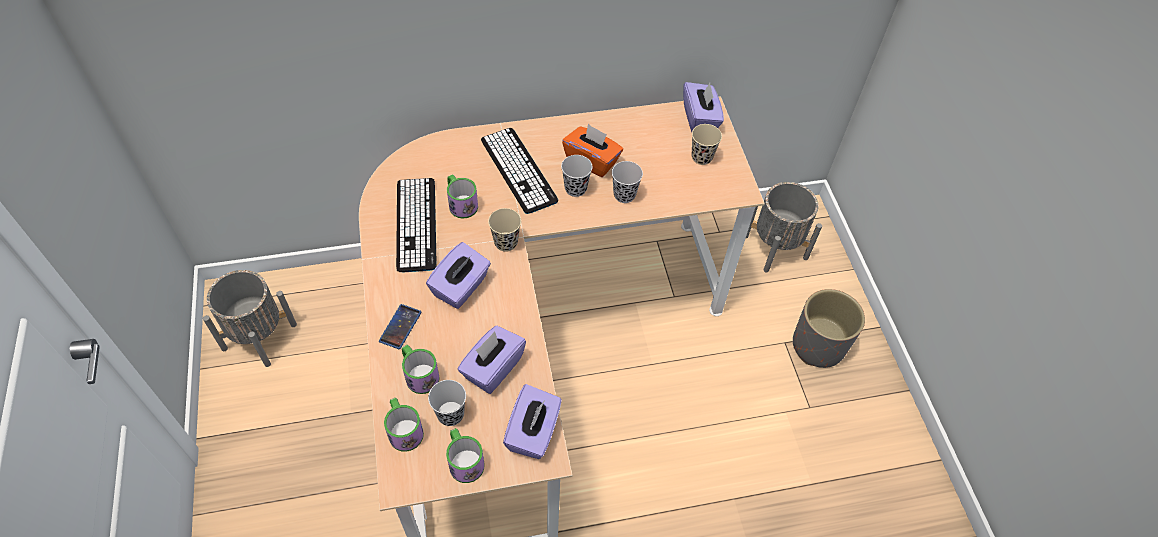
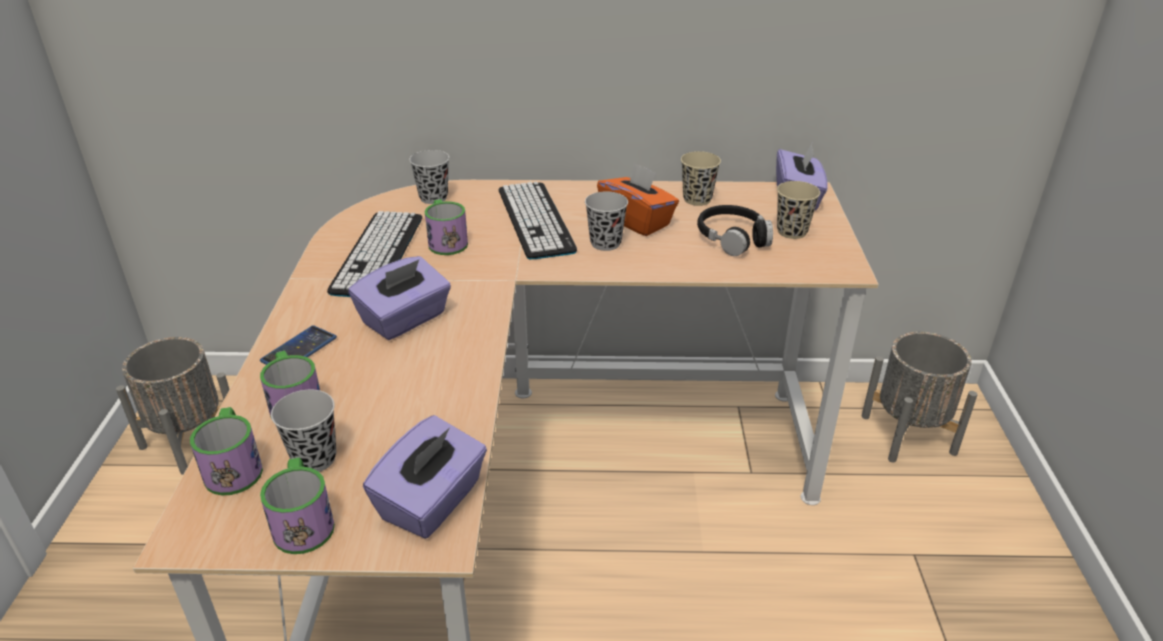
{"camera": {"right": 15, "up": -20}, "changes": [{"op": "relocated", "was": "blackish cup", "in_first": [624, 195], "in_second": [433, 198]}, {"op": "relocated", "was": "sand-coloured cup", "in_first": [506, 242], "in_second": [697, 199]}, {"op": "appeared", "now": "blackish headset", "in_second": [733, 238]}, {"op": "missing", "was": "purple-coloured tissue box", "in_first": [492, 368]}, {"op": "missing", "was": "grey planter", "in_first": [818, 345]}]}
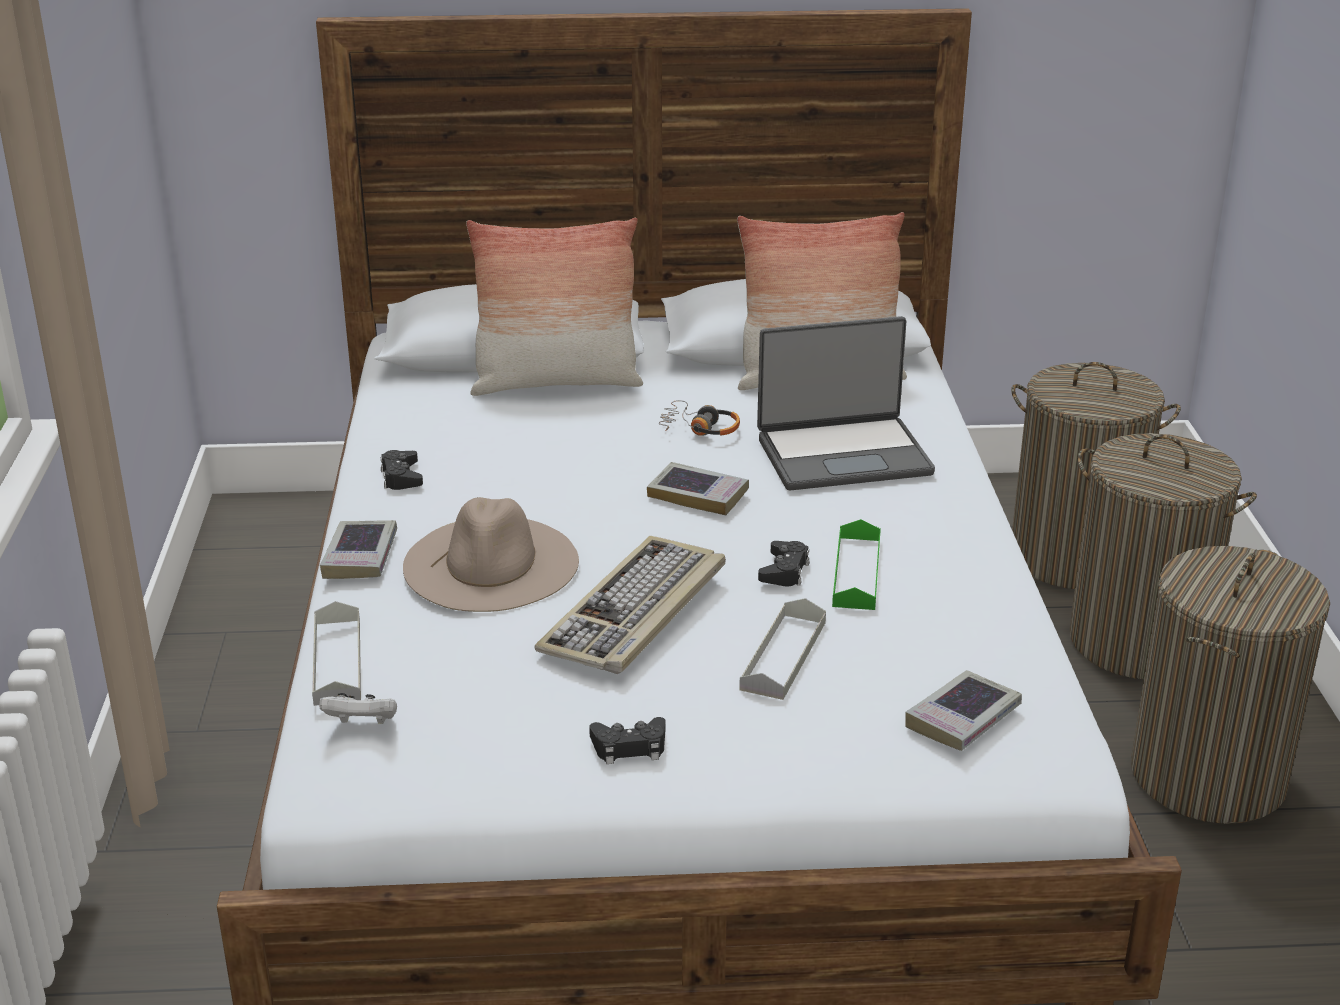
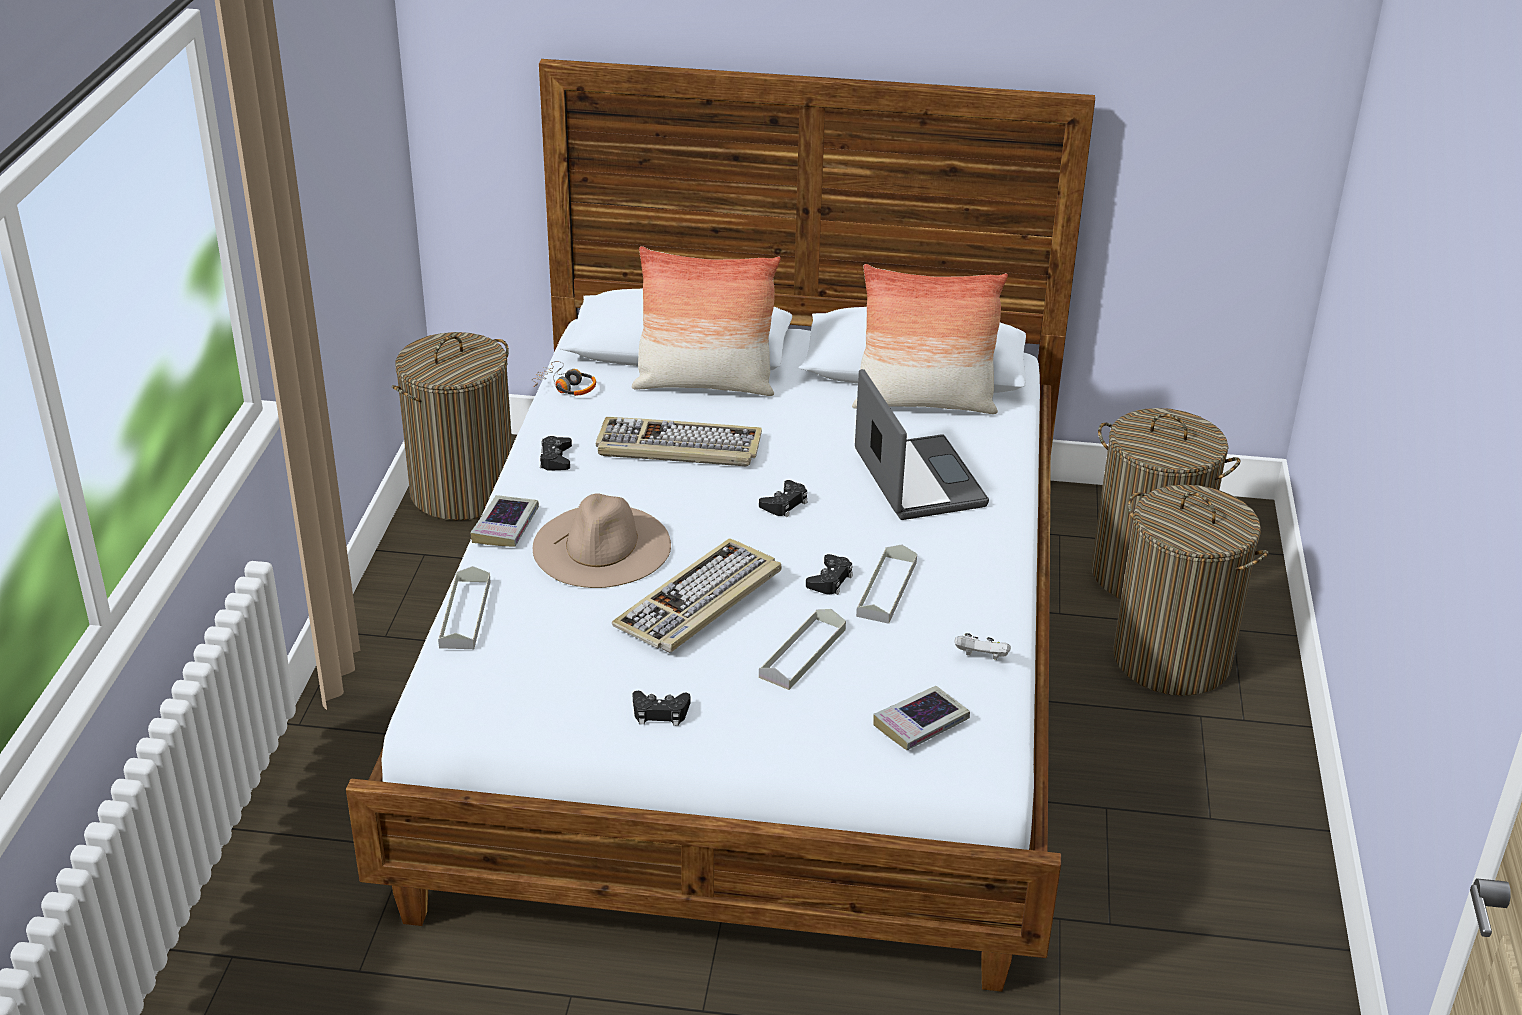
{"camera": {"right": 10, "up": 5}, "changes": [{"op": "relocated", "was": "washing basket", "in_first": [1208, 776], "in_second": [463, 491]}, {"op": "relocated", "was": "headset", "in_first": [699, 428], "in_second": [565, 387]}, {"op": "appeared", "now": "PC keyboard", "in_second": [677, 447]}, {"op": "exchanged", "was": "book", "now": "blackish gamepad", "in_first": [698, 495], "in_second": [784, 504]}, {"op": "spun", "was": "portable computer", "in_first": [843, 455], "in_second": [916, 480], "clockwise": -105}, {"op": "colour", "was": "green carrying tray", "now": "grey carrying tray", "in_first": [856, 572], "in_second": [887, 589]}, {"op": "relocated", "was": "white gamepad", "in_first": [362, 724], "in_second": [981, 658]}]}
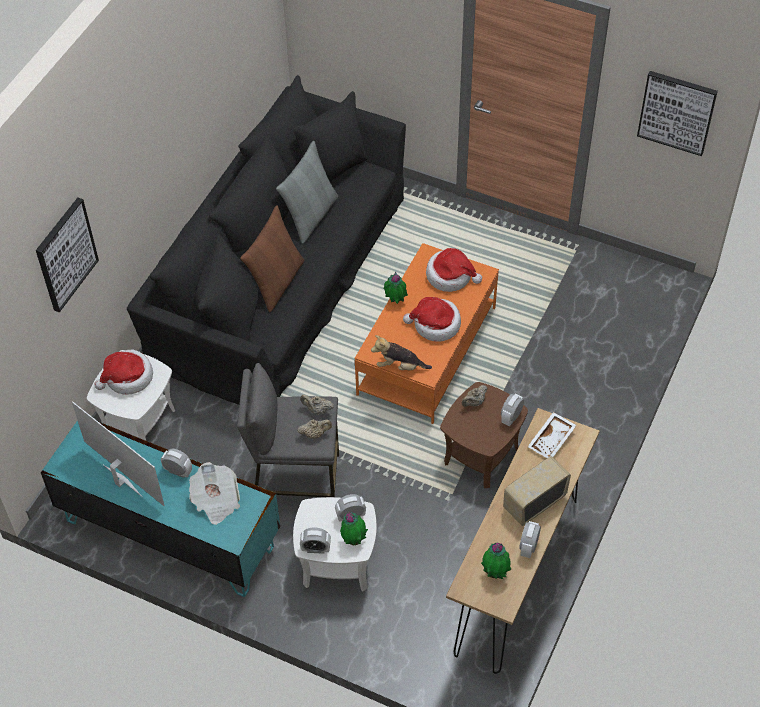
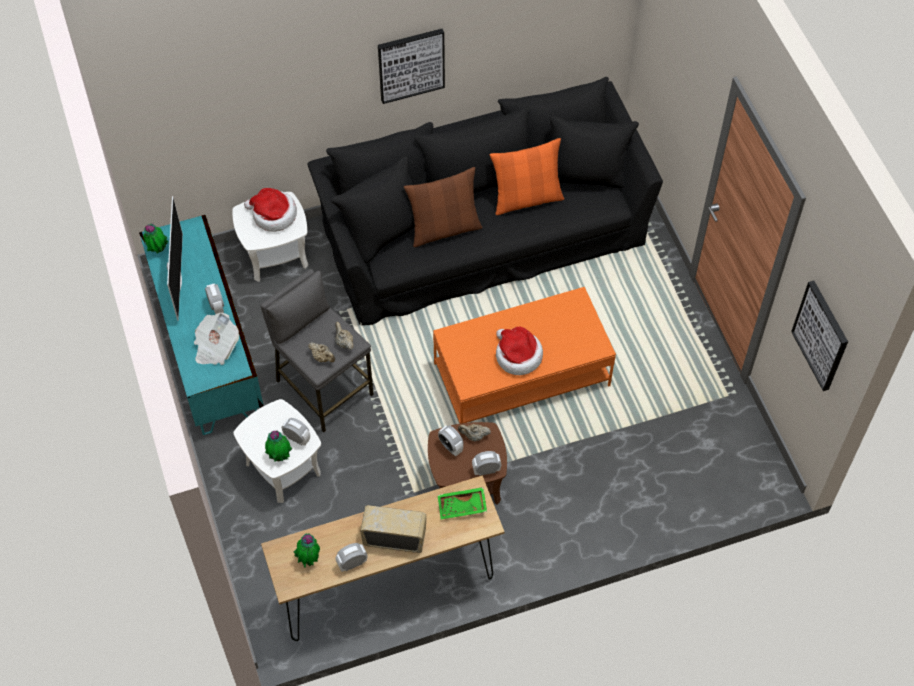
{"camera": {"right": 45, "up": 5}, "changes": [{"op": "relocated", "was": "houseplant", "in_first": [395, 301], "in_second": [157, 249]}, {"op": "relocated", "was": "wall picture", "in_first": [65, 254], "in_second": [411, 64]}, {"op": "relocated", "was": "table clock", "in_first": [316, 549], "in_second": [450, 447]}, {"op": "colour", "was": "white carrying tray", "now": "green carrying tray", "in_first": [552, 440], "in_second": [462, 507]}, {"op": "colour", "was": "grey throw pillow", "now": "orange-coloured throw pillow", "in_first": [311, 216], "in_second": [526, 199]}, {"op": "missing", "was": "plush toy", "in_first": [400, 366]}, {"op": "missing", "was": "wearable hat", "in_first": [450, 276]}]}
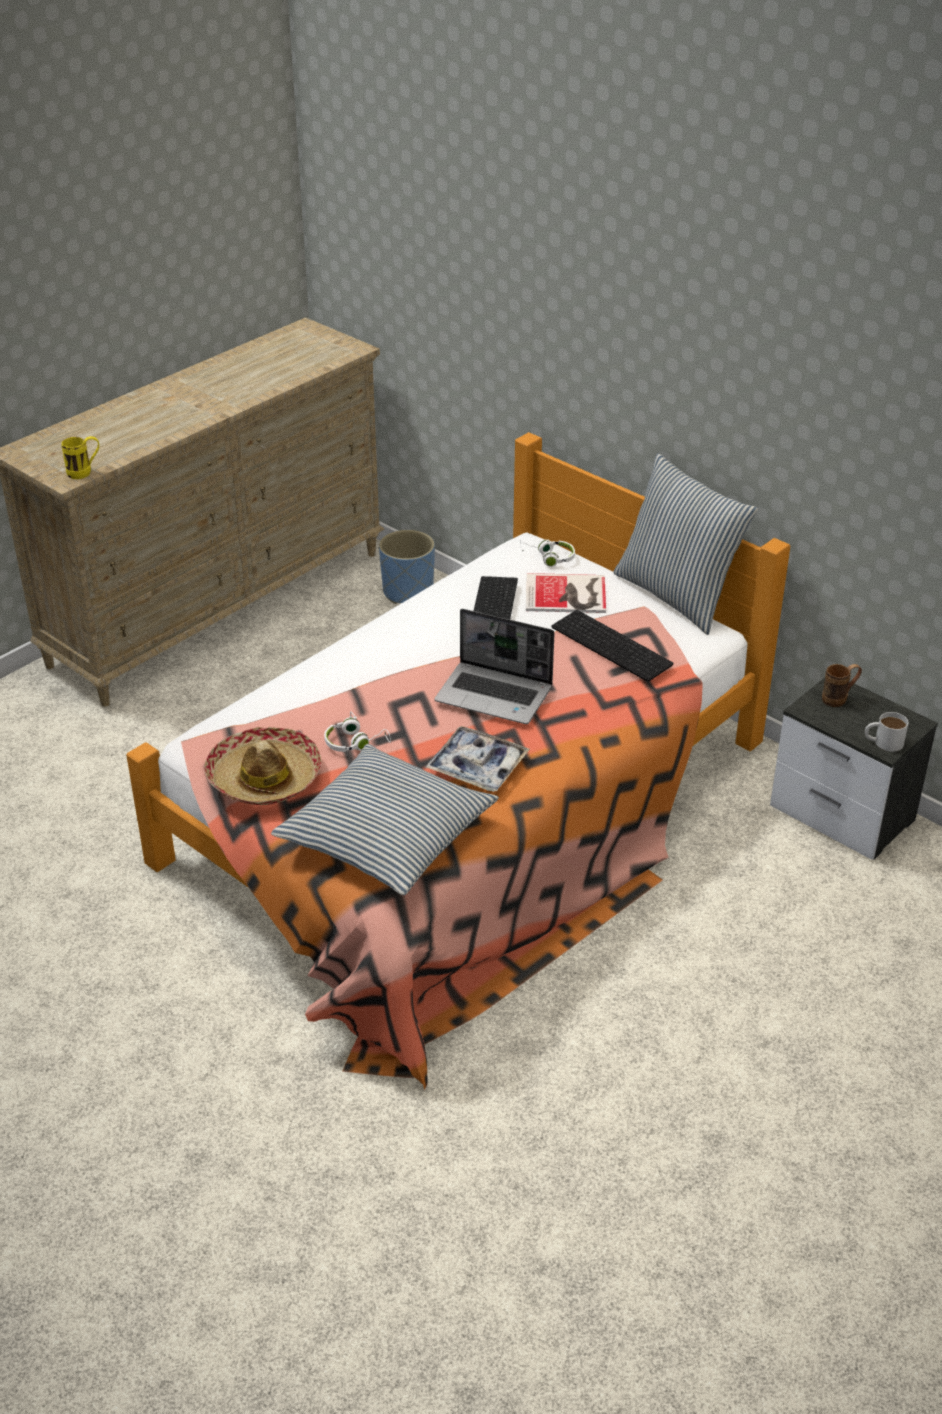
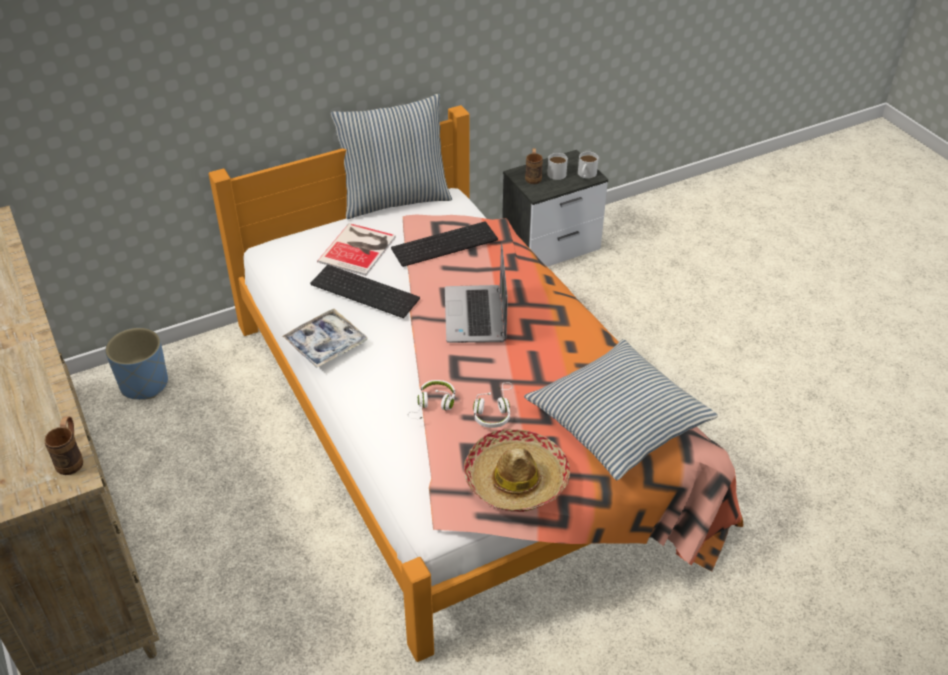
{"camera": {"right": -70, "up": 5}, "changes": [{"op": "colour", "was": "yellowish coffee mug", "now": "brown coffee mug", "in_first": [85, 472], "in_second": [72, 459]}, {"op": "relocated", "was": "carrying tray", "in_first": [477, 767], "in_second": [326, 344]}, {"op": "relocated", "was": "white headset", "in_first": [548, 558], "in_second": [433, 405]}, {"op": "spun", "was": "portable computer", "in_first": [495, 695], "in_second": [476, 316], "clockwise": 135}, {"op": "appeared", "now": "white coffee mug", "in_second": [558, 172]}]}
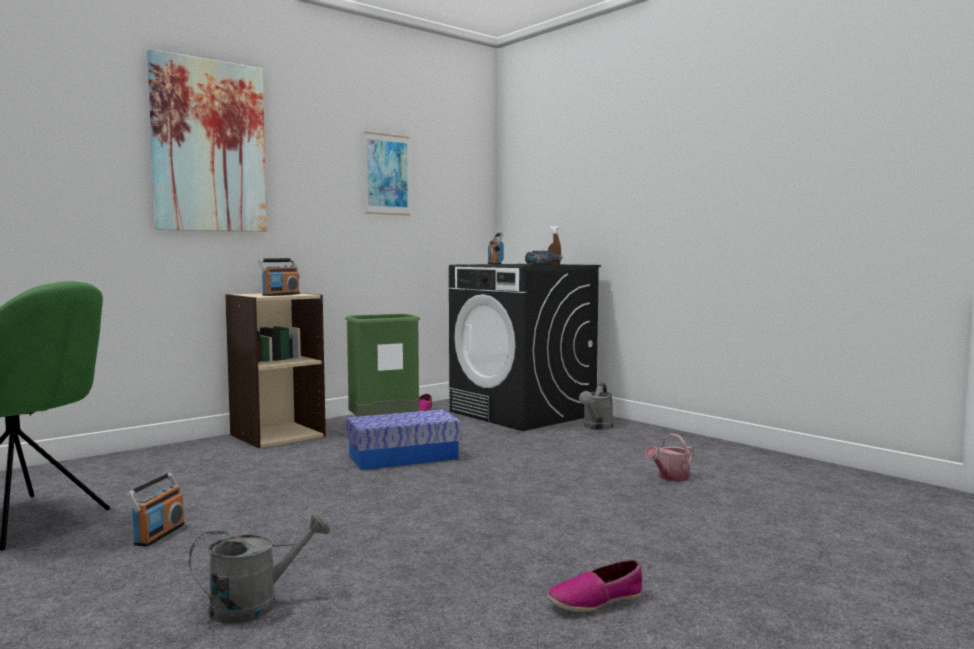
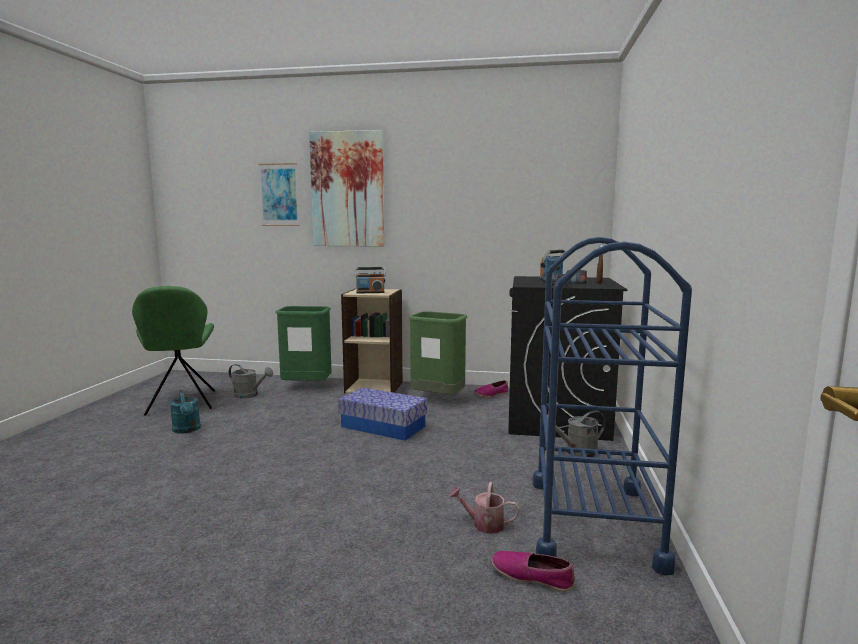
{"camera": {"right": 50, "up": 5}, "changes": [{"op": "exchanged", "was": "radio", "now": "turquoise-coloured watering pot", "in_first": [159, 534], "in_second": [187, 430]}, {"op": "relocated", "was": "grey watering pot", "in_first": [256, 604], "in_second": [250, 395]}, {"op": "relocated", "was": "wall picture", "in_first": [387, 174], "in_second": [279, 195]}, {"op": "appeared", "now": "green rubbish bin", "in_second": [306, 387]}, {"op": "relocated", "was": "low shoe", "in_first": [595, 600], "in_second": [532, 576]}, {"op": "appeared", "now": "blue cart", "in_second": [593, 522]}]}
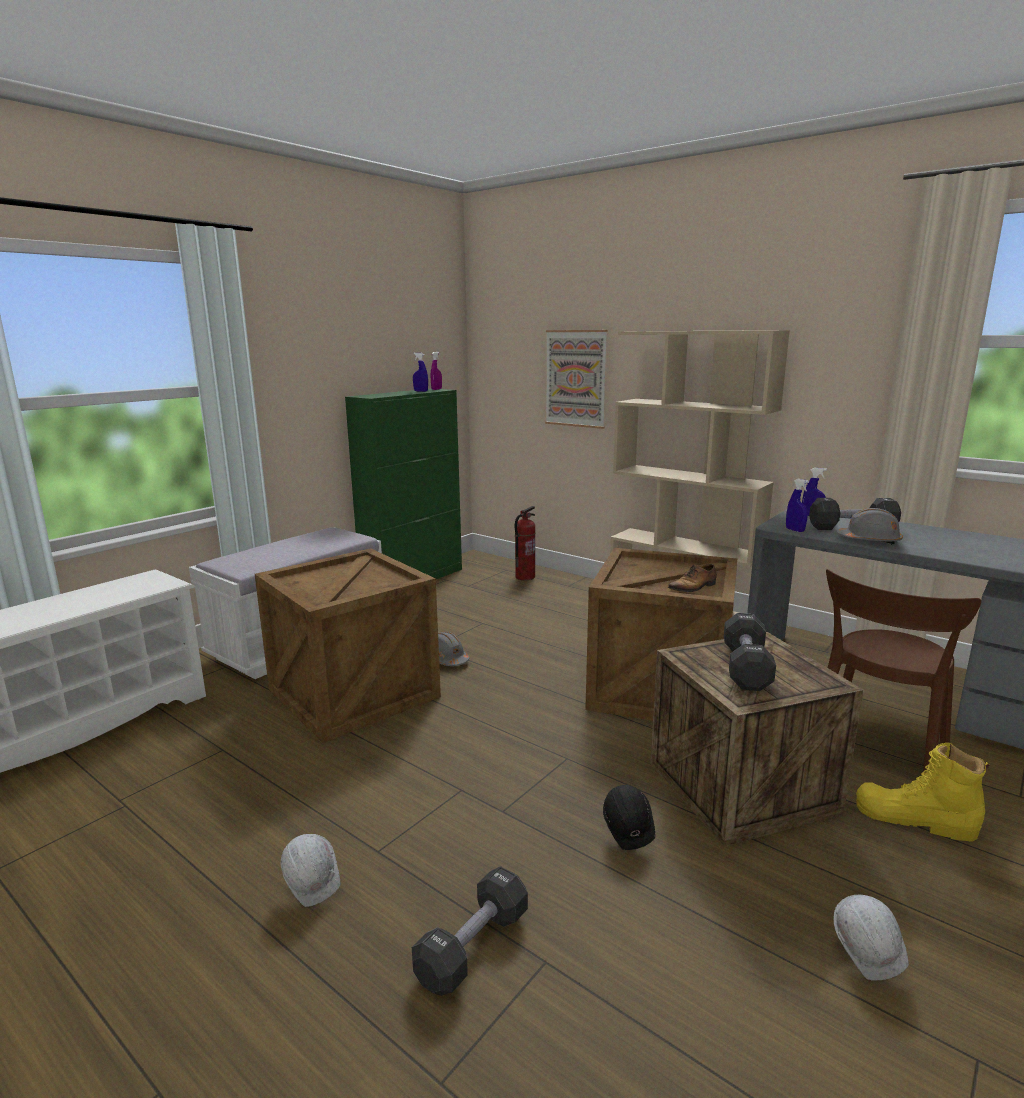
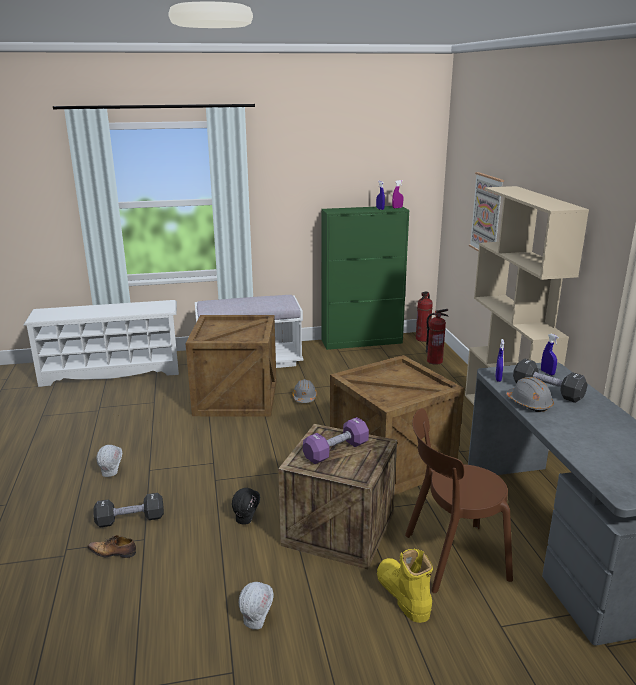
{"camera": {"right": 40, "up": 5}, "changes": [{"op": "relocated", "was": "low shoe", "in_first": [693, 587], "in_second": [113, 552]}, {"op": "colour", "was": "blackish hand weight", "now": "purple-coloured hand weight", "in_first": [746, 667], "in_second": [336, 451]}, {"op": "appeared", "now": "fire-fighting cylinder", "in_second": [423, 339]}]}
